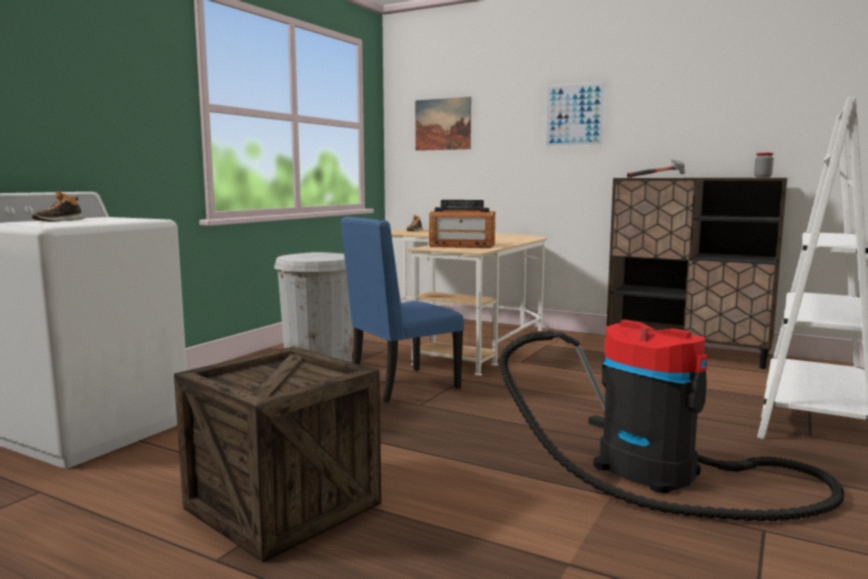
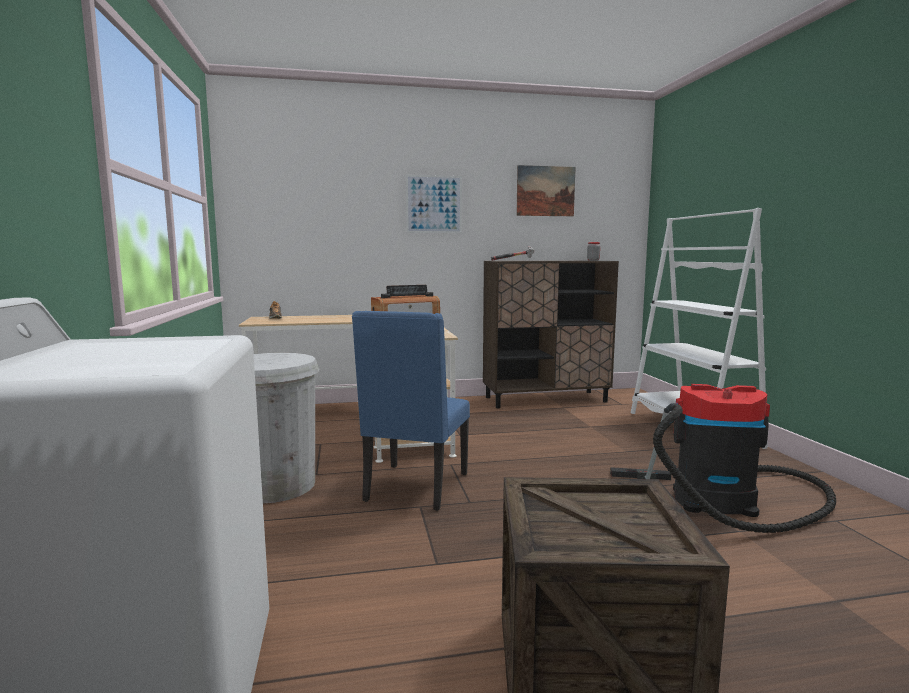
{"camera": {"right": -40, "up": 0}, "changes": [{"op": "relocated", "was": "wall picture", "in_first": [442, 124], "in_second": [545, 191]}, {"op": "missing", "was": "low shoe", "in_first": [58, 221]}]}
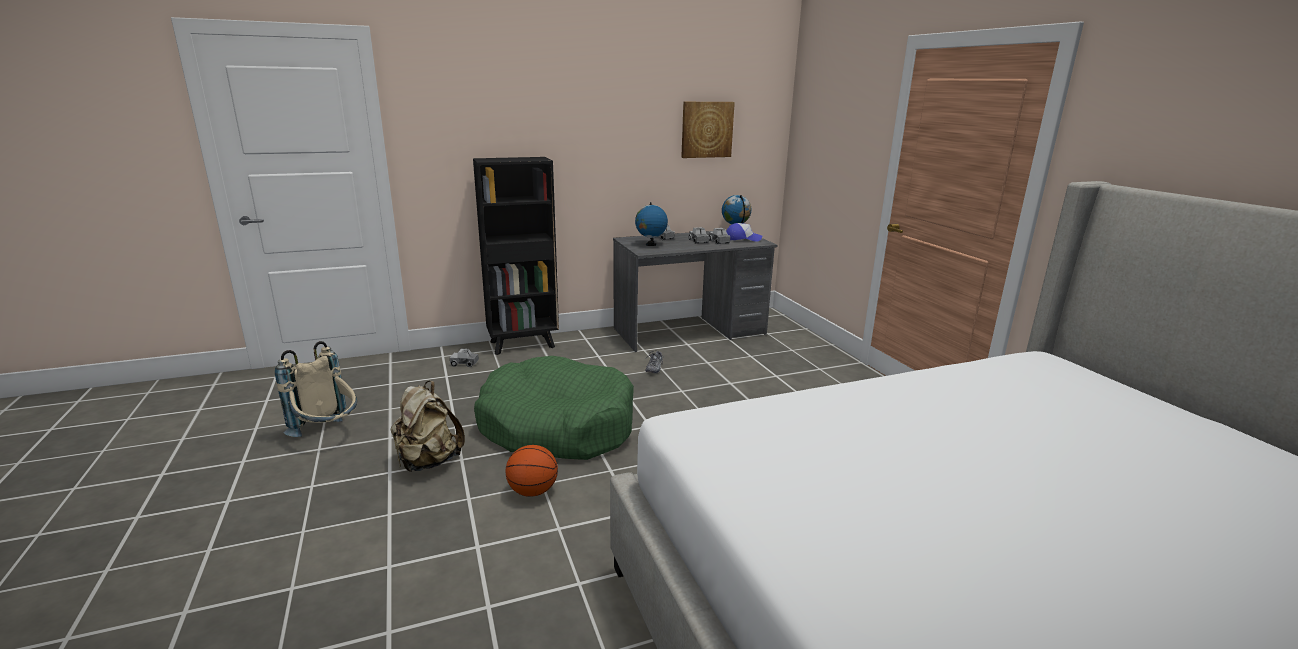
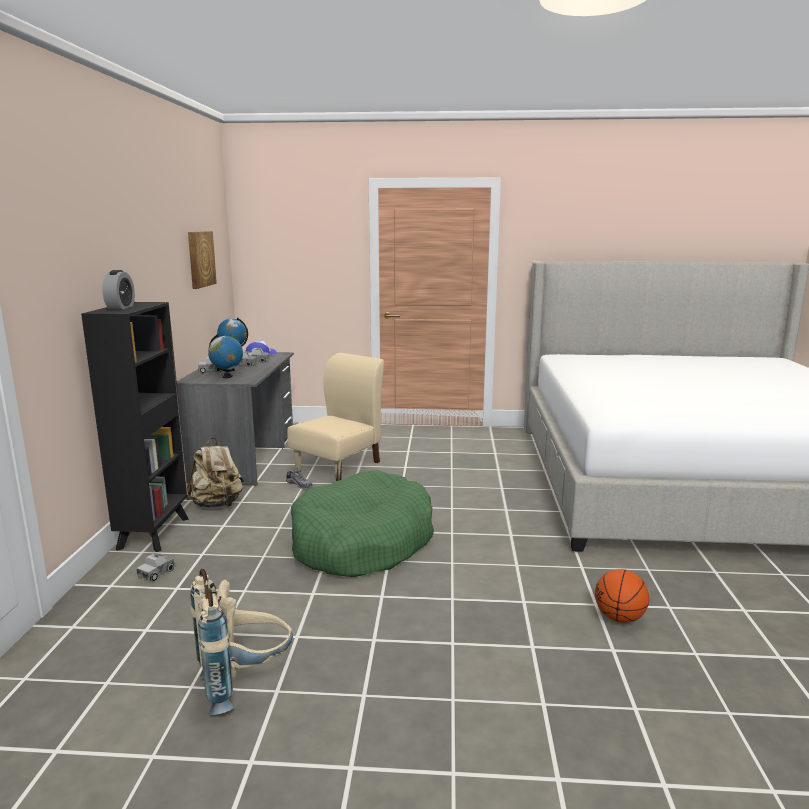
{"camera": {"right": -65, "up": -5}, "changes": [{"op": "appeared", "now": "table clock", "in_second": [120, 307]}, {"op": "relocated", "was": "sand-coloured backpack", "in_first": [428, 462], "in_second": [217, 505]}, {"op": "appeared", "now": "sand-coloured chair", "in_second": [339, 465]}, {"op": "relocated", "was": "ball for basketball", "in_first": [532, 491], "in_second": [619, 618]}]}
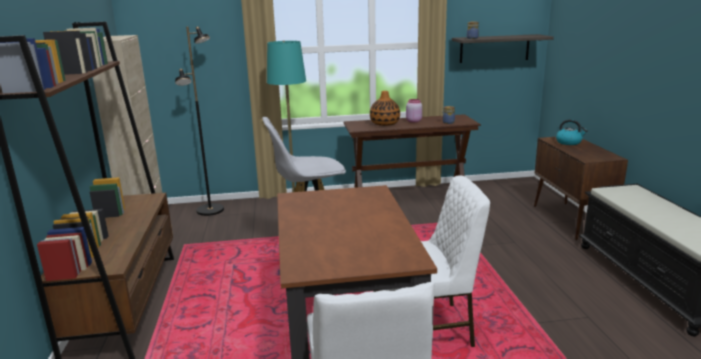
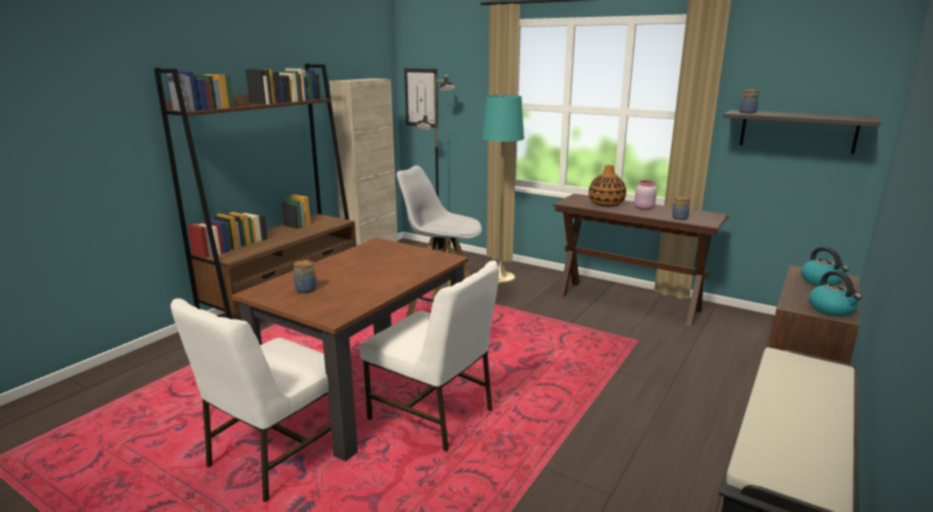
{"camera": {"right": 40, "up": 0}, "changes": [{"op": "appeared", "now": "storage jar", "in_second": [305, 290]}, {"op": "appeared", "now": "wall picture", "in_second": [421, 97]}, {"op": "appeared", "now": "tea kettle", "in_second": [832, 309]}]}
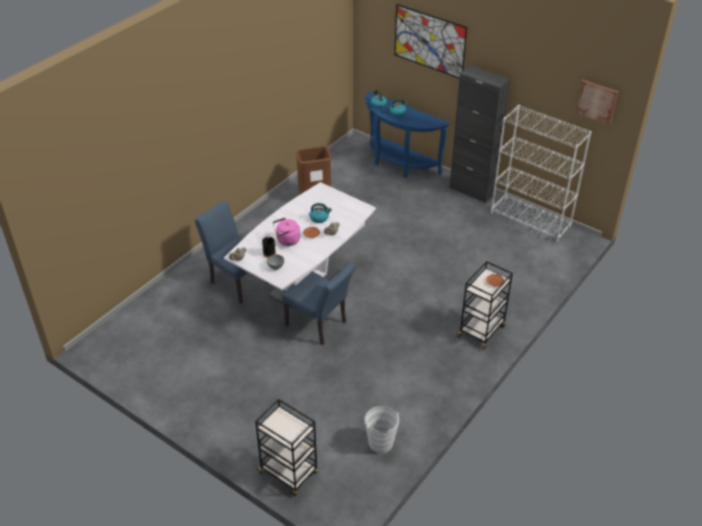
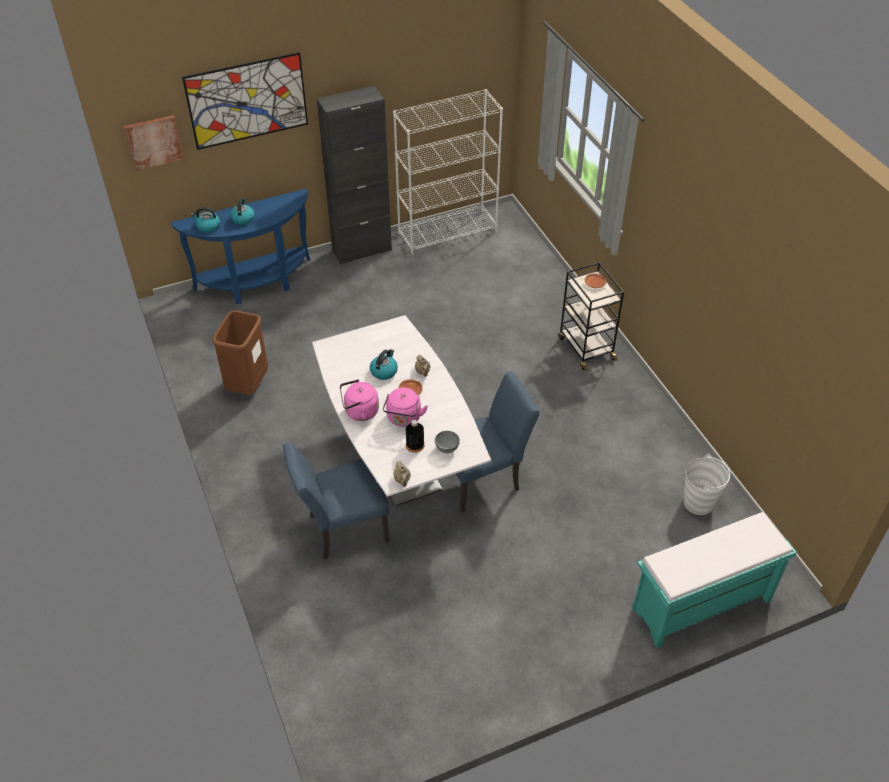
{"camera": {"right": -60, "up": 5}, "changes": [{"op": "relocated", "was": "wall picture", "in_first": [596, 101], "in_second": [154, 142]}, {"op": "appeared", "now": "pink tea kettle", "in_second": [359, 412]}, {"op": "exchanged", "was": "blackish cart", "now": "turquoise-coloured indoor bench", "in_first": [288, 473], "in_second": [700, 606]}]}
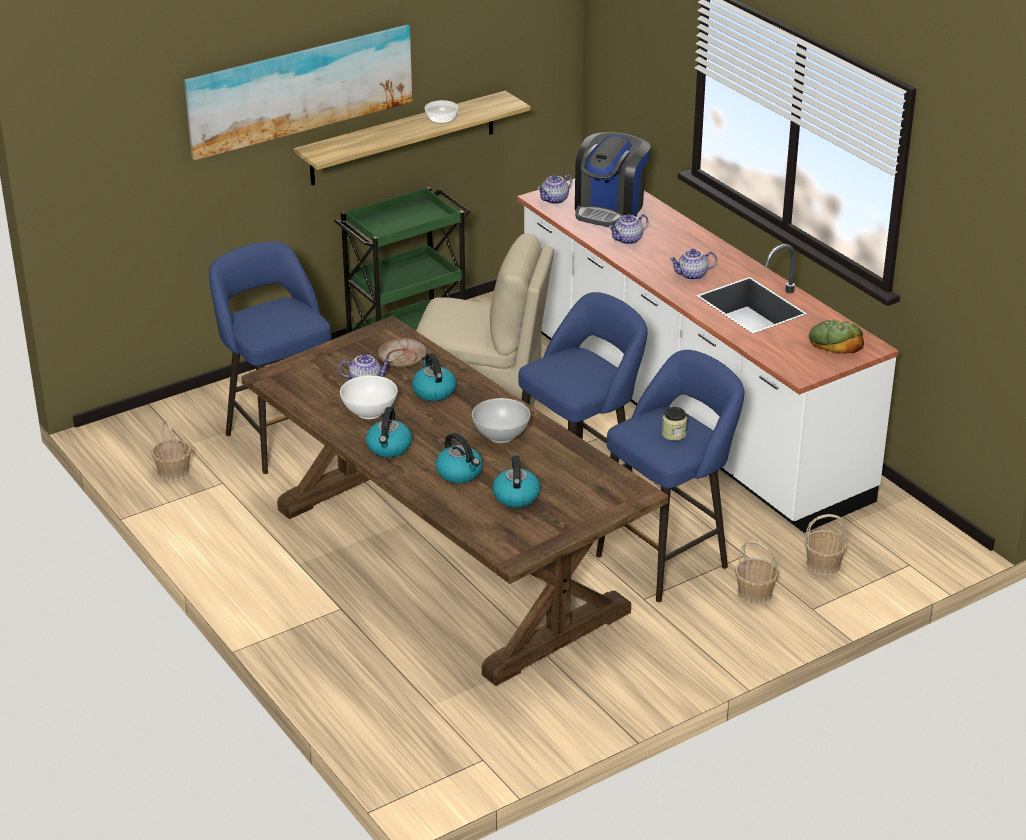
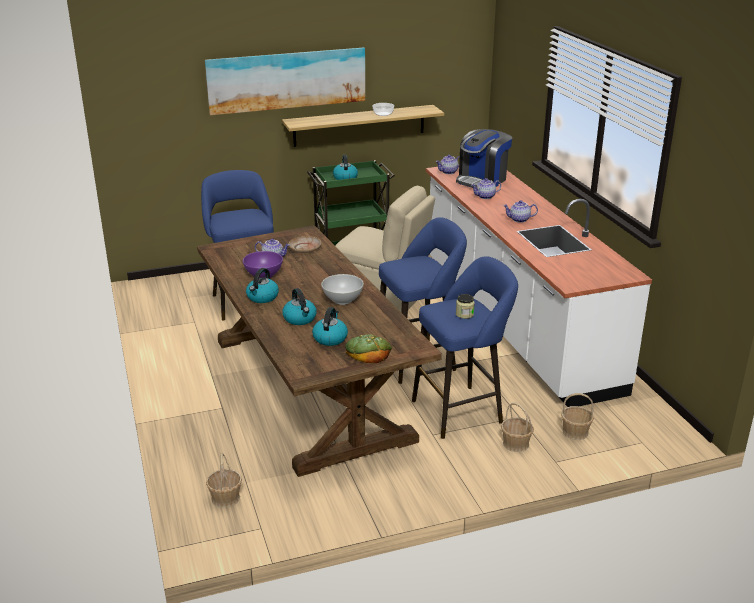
{"camera": {"right": 15, "up": -5}, "changes": [{"op": "relocated", "was": "household basket", "in_first": [173, 471], "in_second": [225, 498]}, {"op": "colour", "was": "white bowl", "now": "purple-coloured bowl", "in_first": [369, 412], "in_second": [263, 275]}, {"op": "relocated", "was": "tea kettle", "in_first": [433, 391], "in_second": [345, 178]}, {"op": "relocated", "was": "bakery bread", "in_first": [836, 341], "in_second": [368, 352]}]}
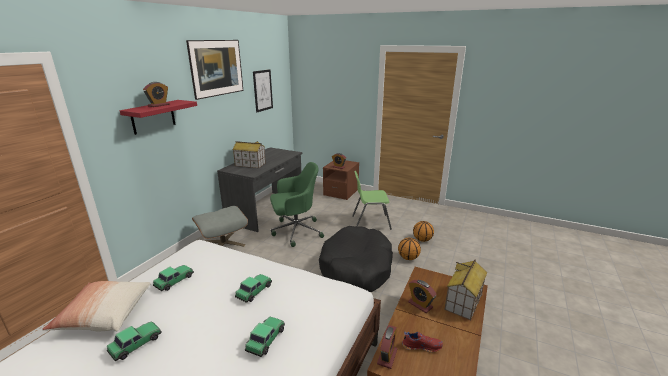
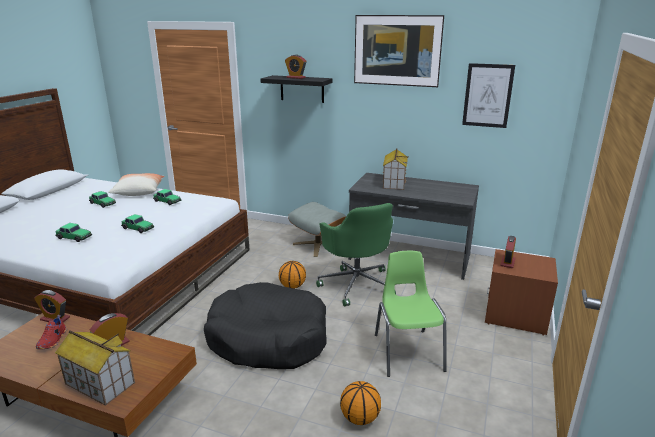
{"camera": {"right": 85, "up": 0}, "changes": [{"op": "colour", "was": "red-coloured wall shelf", "now": "blackish wall shelf", "in_first": [153, 117], "in_second": [302, 89]}, {"op": "relocated", "was": "ball for basketball", "in_first": [408, 258], "in_second": [292, 286]}]}
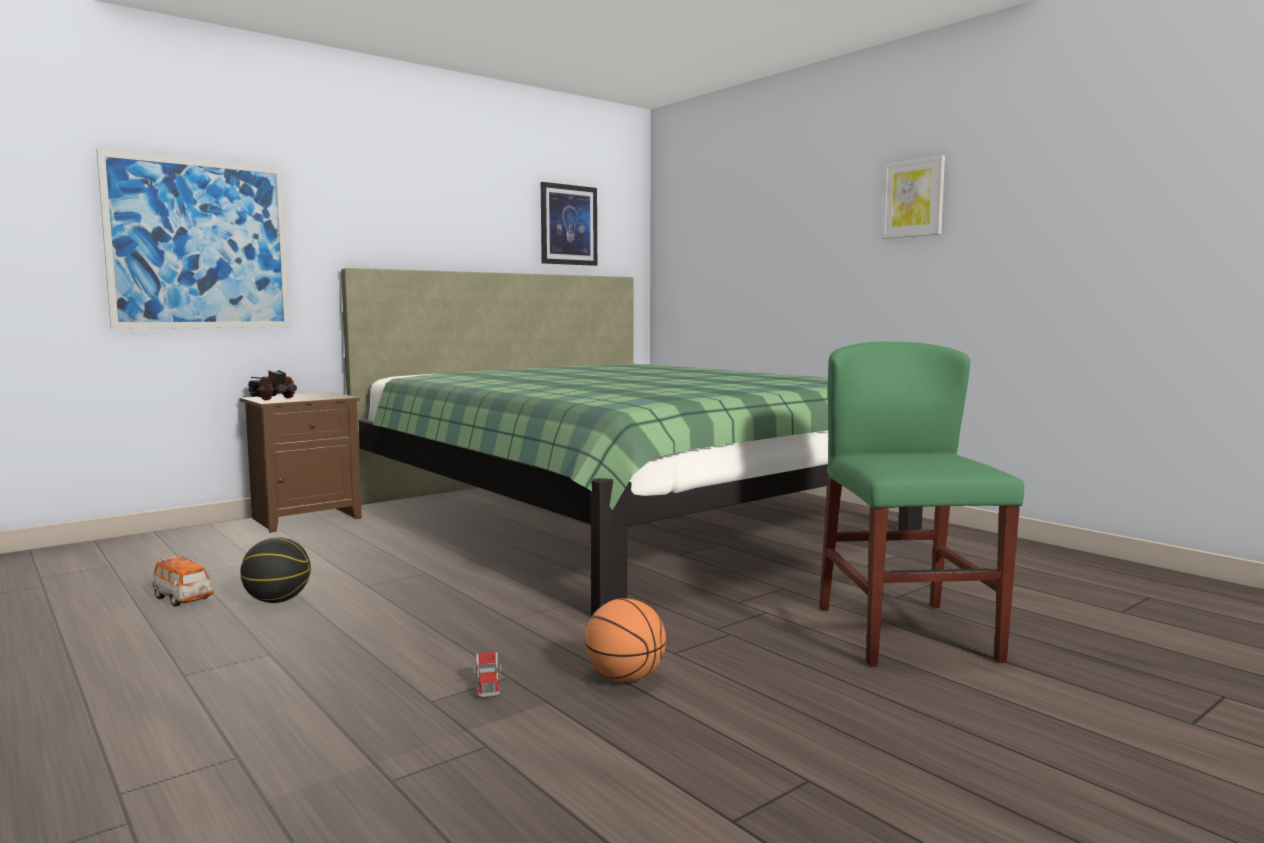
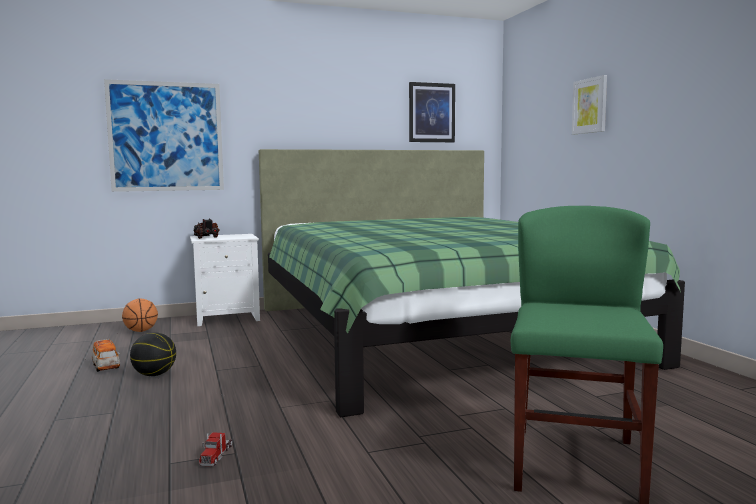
{"camera": {"right": 20, "up": 0}, "changes": [{"op": "relocated", "was": "ball for basketball", "in_first": [625, 678], "in_second": [141, 331]}, {"op": "colour", "was": "brown nightstand", "now": "white nightstand", "in_first": [306, 518], "in_second": [228, 318]}, {"op": "relocated", "was": "wall picture", "in_first": [913, 198], "in_second": [590, 106]}]}
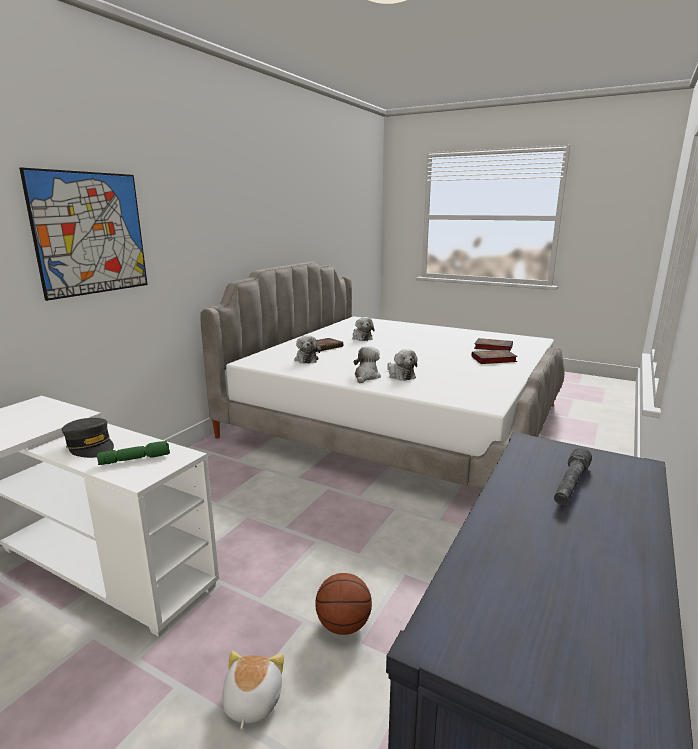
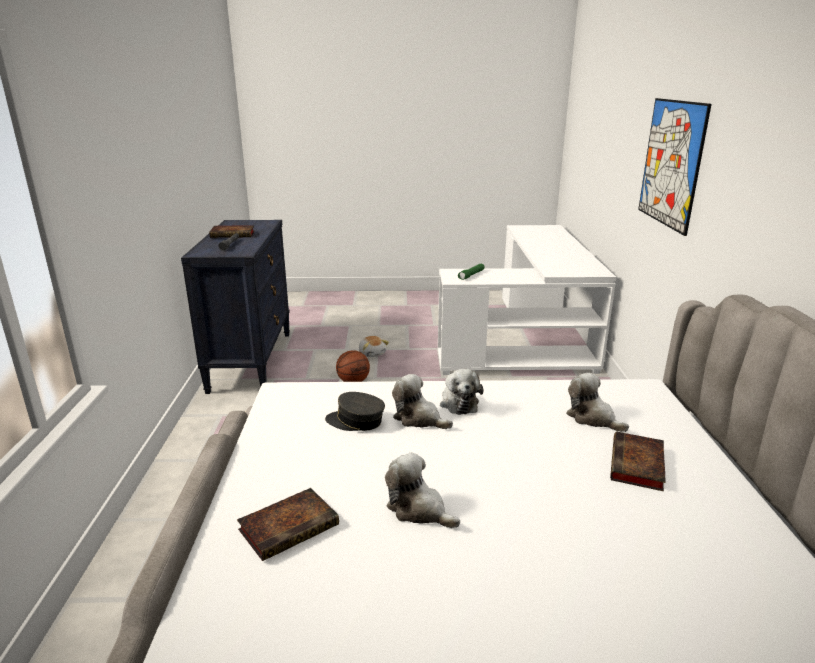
{"camera": {"right": 150, "up": 5}, "changes": [{"op": "relocated", "was": "book", "in_first": [492, 347], "in_second": [234, 234]}, {"op": "relocated", "was": "grey baseball cap", "in_first": [90, 446], "in_second": [356, 421]}, {"op": "relocated", "was": "plush toy", "in_first": [361, 338], "in_second": [419, 509]}]}
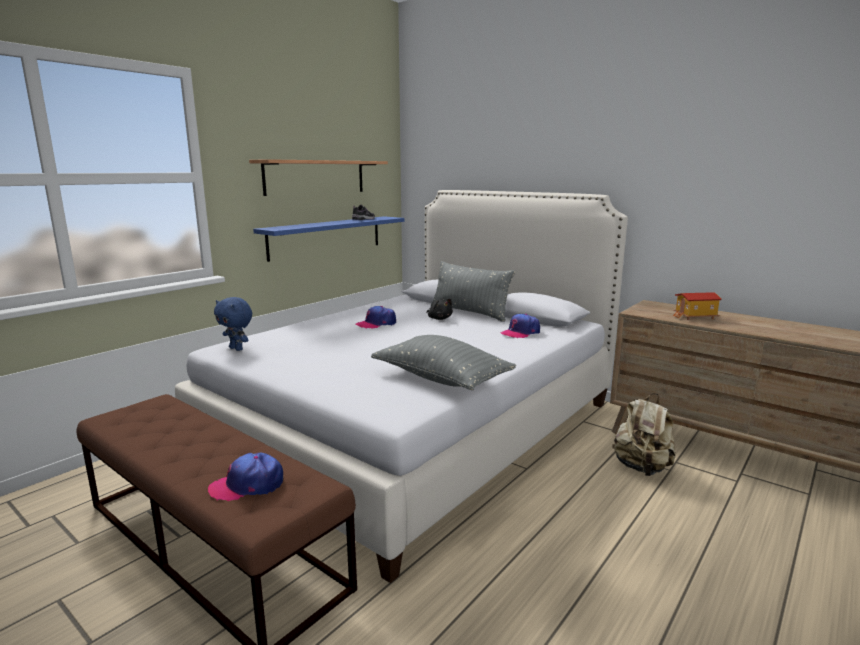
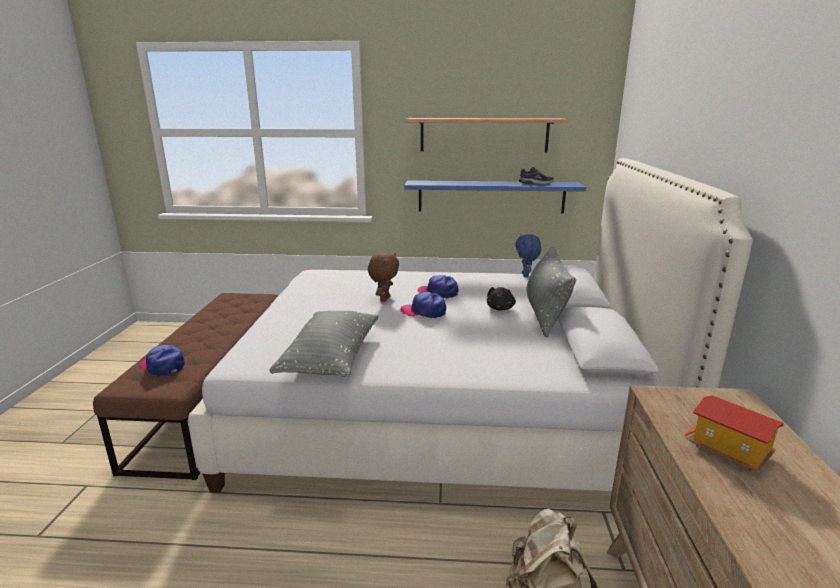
{"camera": {"right": 55, "up": 5}, "changes": [{"op": "appeared", "now": "brown plush toy", "in_second": [384, 299]}, {"op": "relocated", "was": "baseball cap", "in_first": [520, 332], "in_second": [424, 311]}, {"op": "relocated", "was": "blue plush toy", "in_first": [237, 349], "in_second": [526, 275]}]}
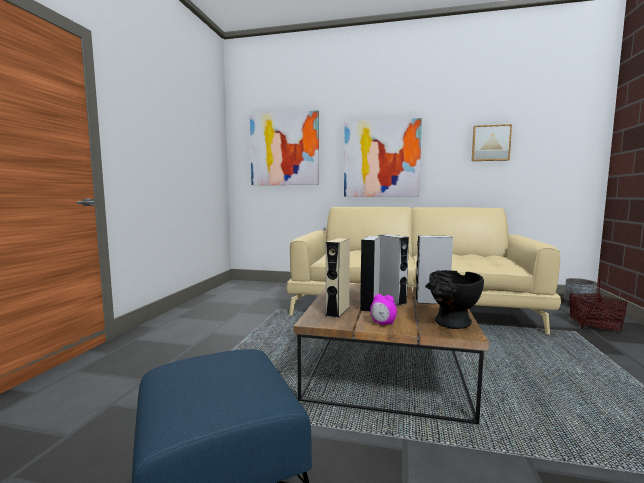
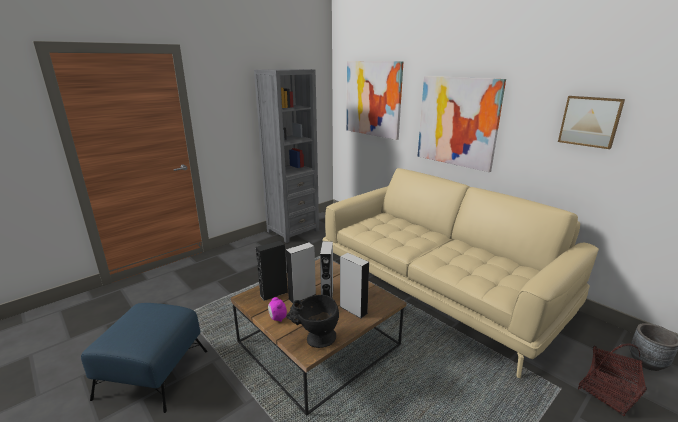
{"camera": {"right": 35, "up": 15}, "changes": [{"op": "appeared", "now": "grey bookcase", "in_second": [293, 231]}, {"op": "colour", "was": "sand-coloured speaker", "now": "blackish speaker", "in_first": [337, 311], "in_second": [274, 293]}]}
